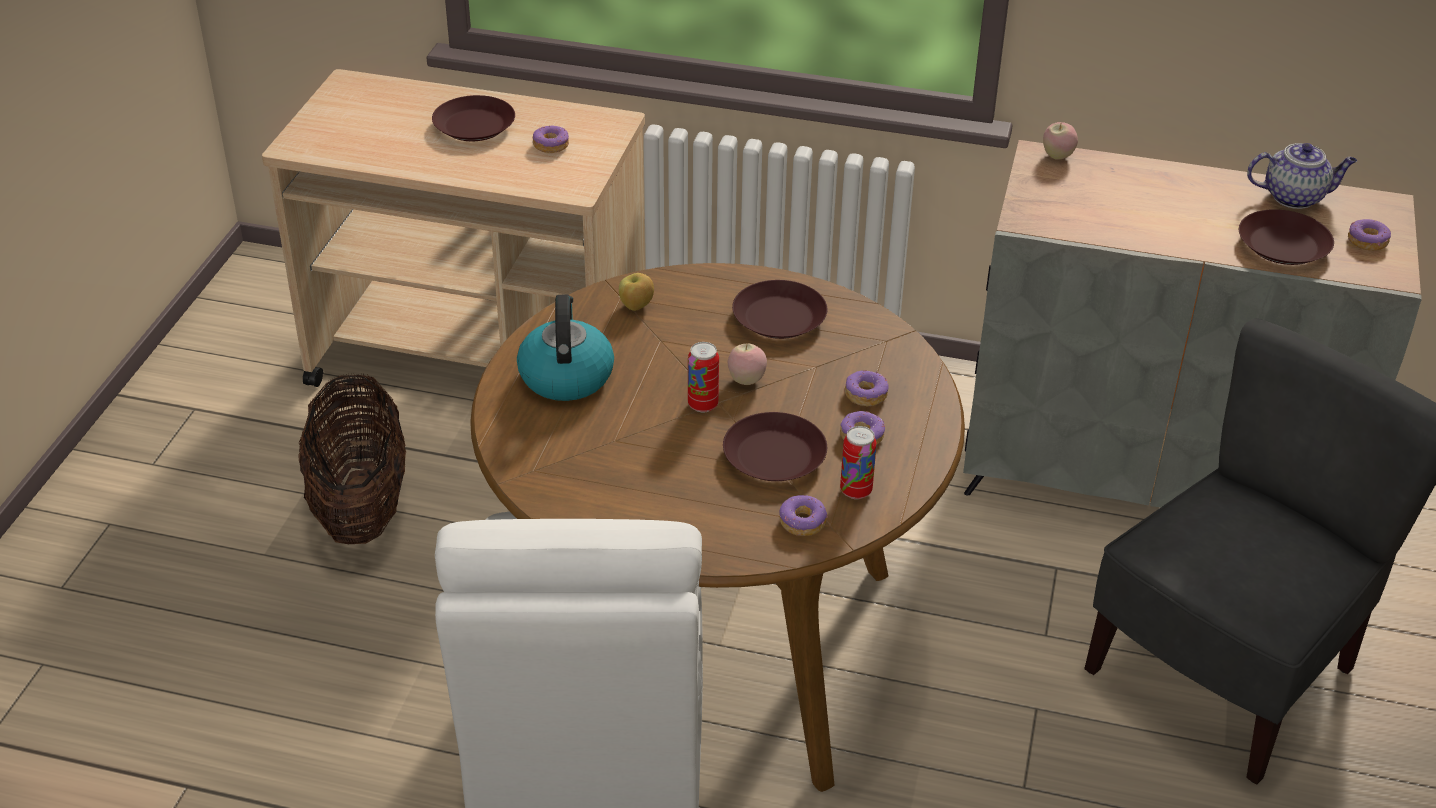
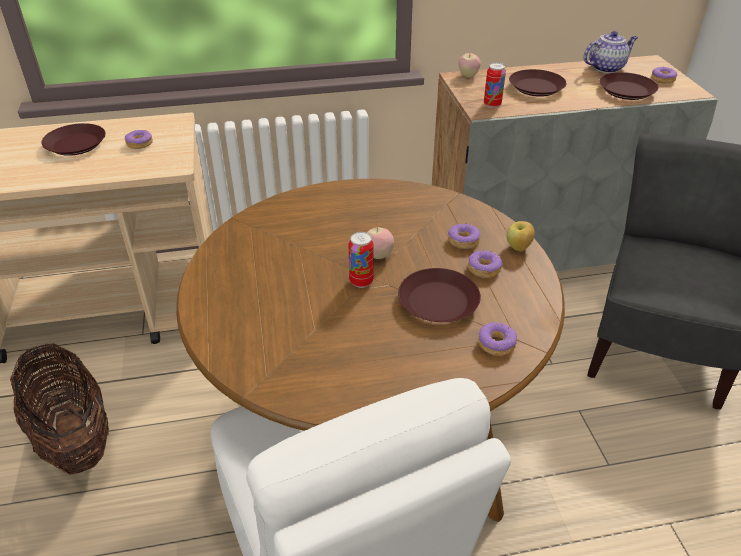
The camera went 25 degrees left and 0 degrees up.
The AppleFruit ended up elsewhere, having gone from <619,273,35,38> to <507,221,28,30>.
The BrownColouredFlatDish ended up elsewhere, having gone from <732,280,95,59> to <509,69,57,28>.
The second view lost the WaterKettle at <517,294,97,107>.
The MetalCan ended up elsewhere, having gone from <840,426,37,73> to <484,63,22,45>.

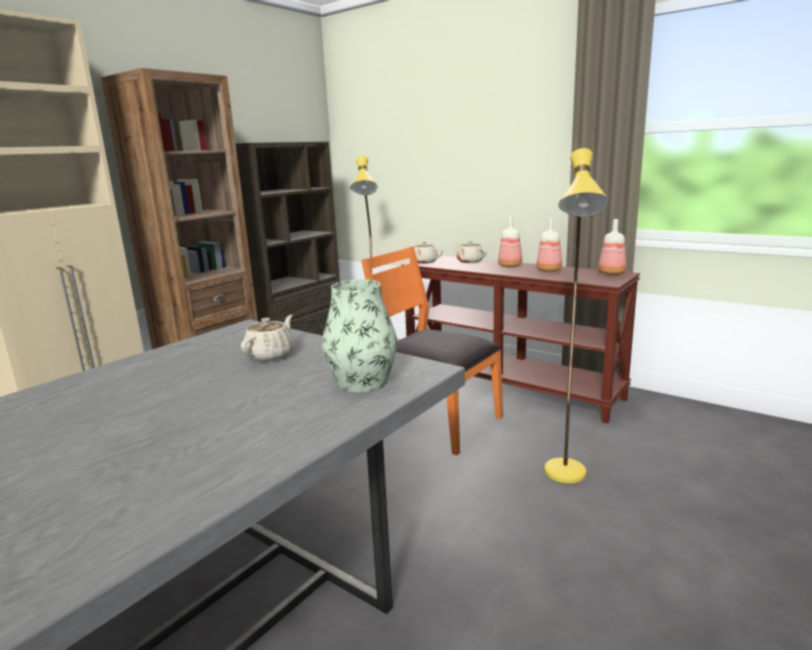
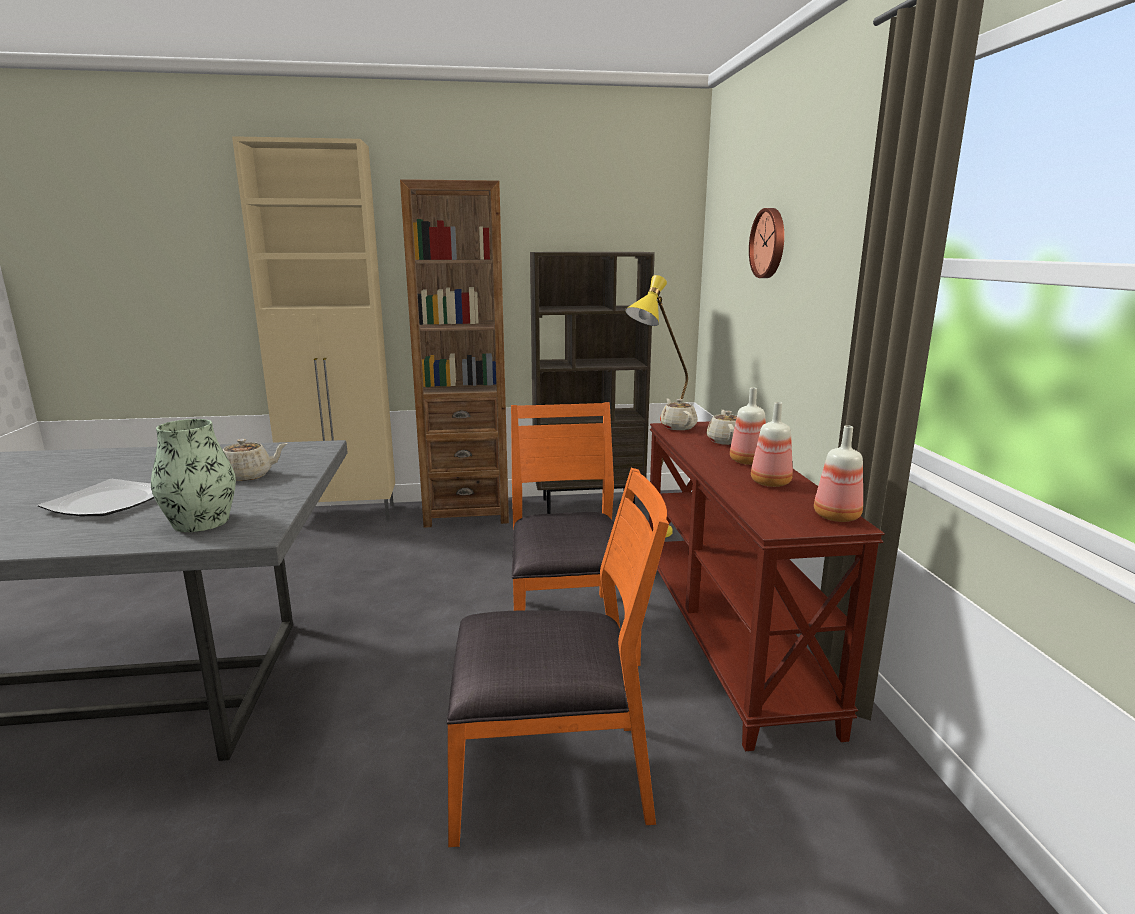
The camera went 45 degrees right and 0 degrees up.
Where the YellowColouredStandingLamp stood at <544,148,65,335>, the OrangeyUprightChair came to stand at <447,468,222,379>.
The second view gained the WallClock at <749,208,35,70>.
The second view gained the FlatDish at <38,479,116,37>.

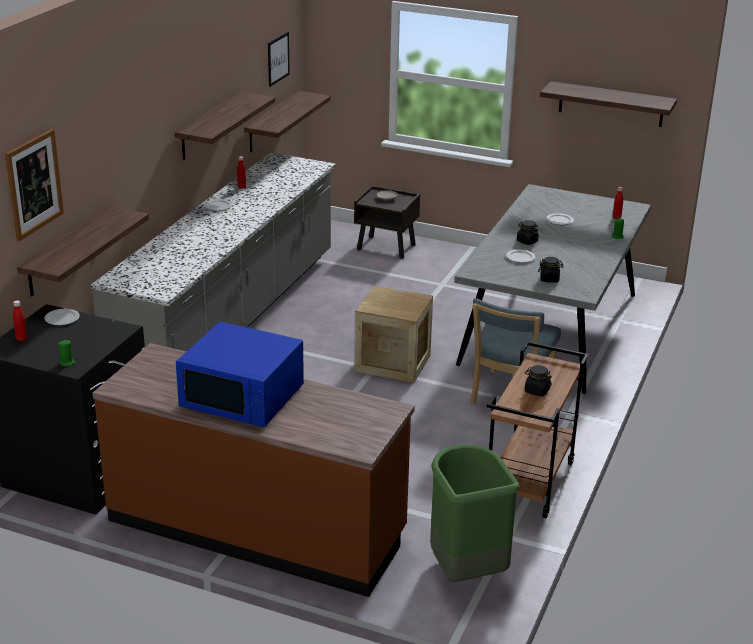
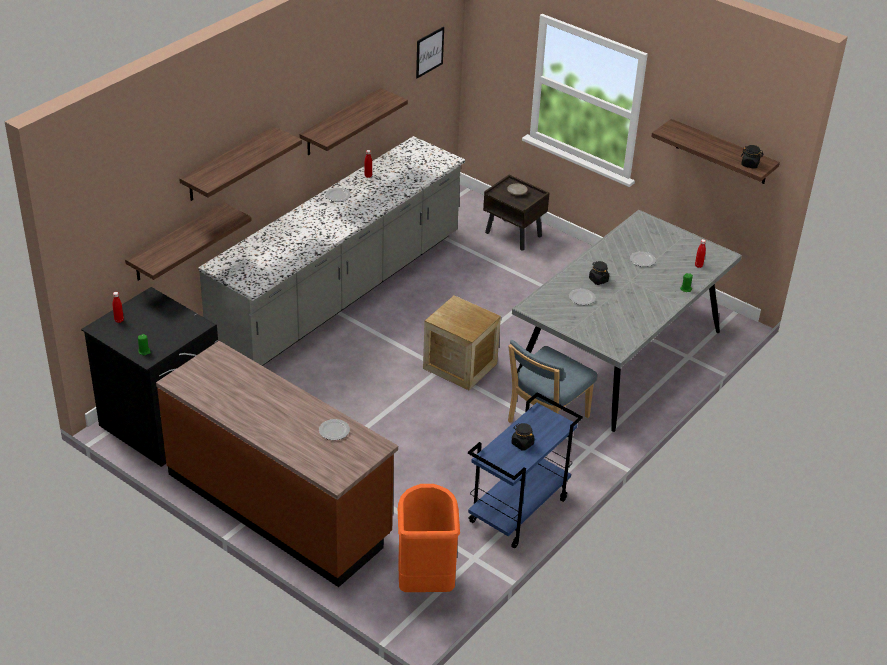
The camera went 15 degrees right and 10 degrees up.
The Shelf ended up elsewhere, having gone from <244,91,87,61> to <179,126,123,75>.
The second view lost the WallArt at <5,129,59,112>.
The BlackPreserveJar ended up elsewhere, having gone from <538,257,25,26> to <741,145,23,24>.
The FlatDish ended up elsewhere, having gone from <44,309,36,16> to <319,419,31,21>.
The second view lost the BlueColouredMicrowaveOven at <176,321,128,106>.
What was the BrownColouredWheeledCart at <487,341,101,177> turned into the BlueColouredWheeledCart at <468,393,115,155>.
What was the GreenishWasteBin at <430,444,90,138> turned into the OrangeyWasteBin at <398,484,62,108>.

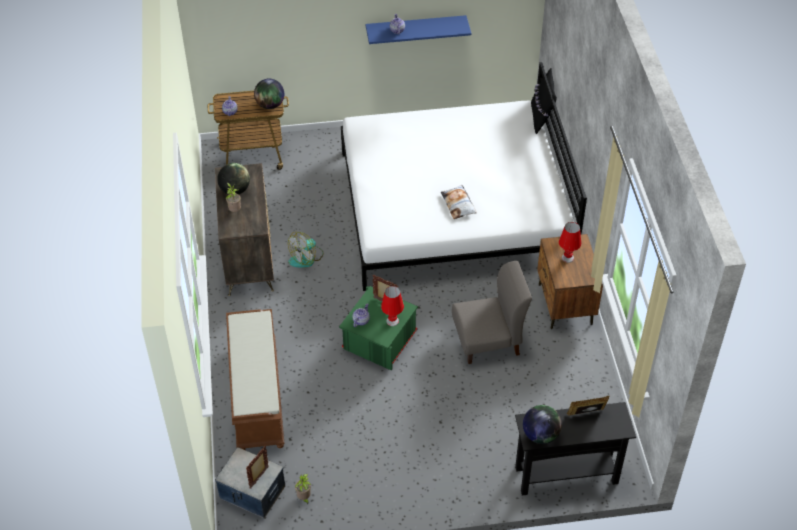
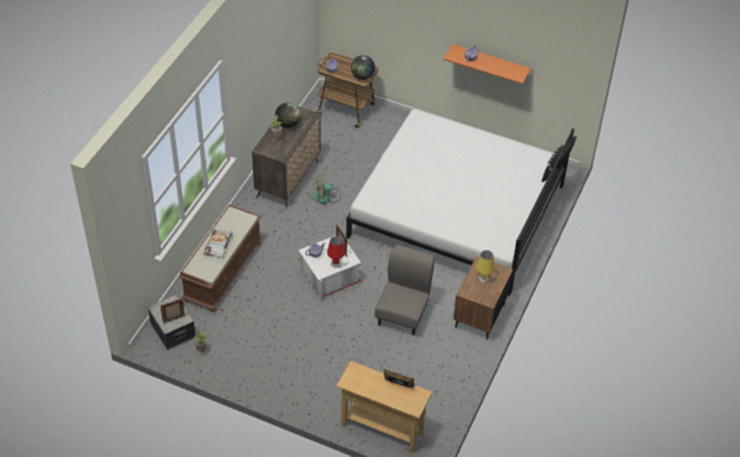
The camera went 30 degrees right and 0 degrees up.
What was the BlueColouredShelf at <366,15,105,29> turned into the OrangeyShelf at <443,44,88,40>.
The ThrowPillow ended up elsewhere, having gone from <441,185,36,34> to <203,229,29,29>.
What was the ReddishTableLamp at <559,222,22,41> turned into the YellowColouredTableLamp at <476,250,19,33>.
The GreyUprightChair at <452,261,80,103> ended up facing another way, 90 degrees counterclockwise from before.
What was the GreenishStorageBox at <339,286,79,84> turned into the WhiteColouredStorageBox at <298,235,63,64>.
What was the BlackConsoleTable at <515,402,121,94> turned into the BeigeColouredConsoleTable at <336,361,96,92>.
The second view lost the DeskGlobe at <523,405,39,39>.

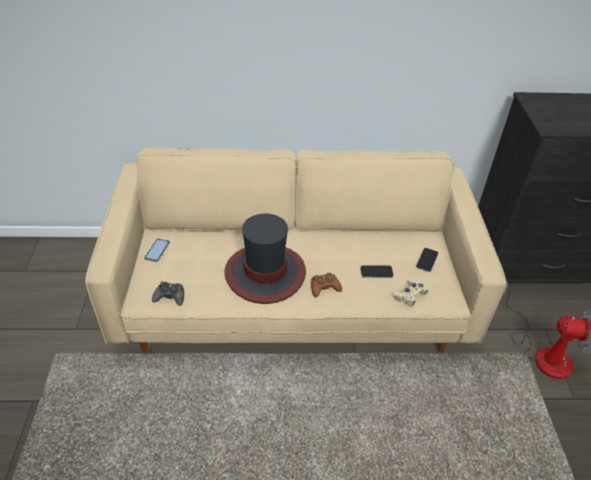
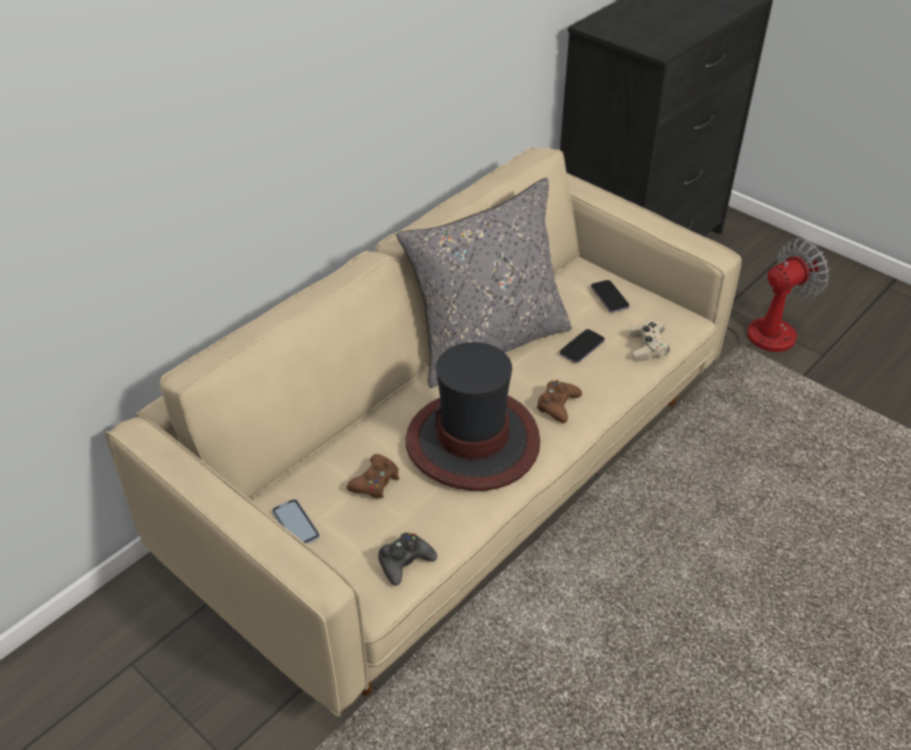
The camera went 45 degrees left and 0 degrees up.
The second view gained the GreyThrowPillow at <396,177,176,211>.
The second view gained the BrownColouredJoypad at <347,454,52,45>.

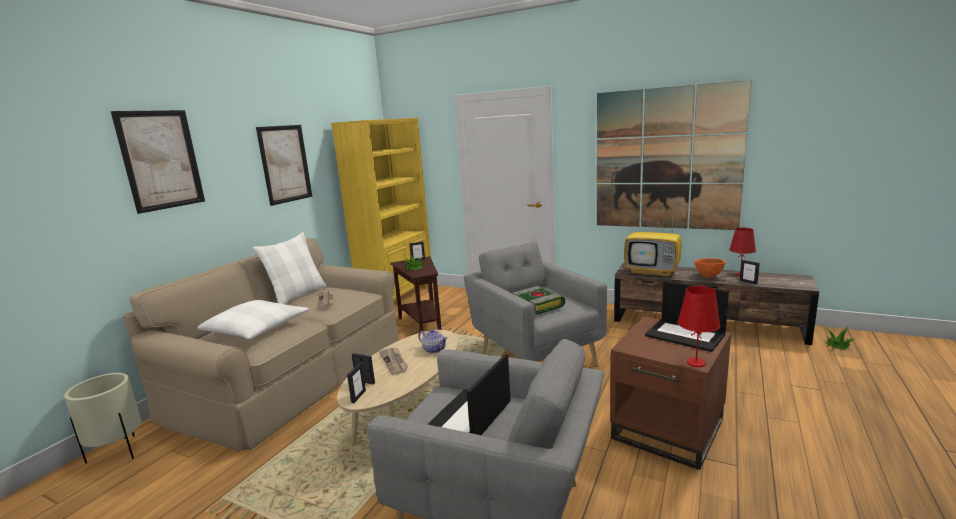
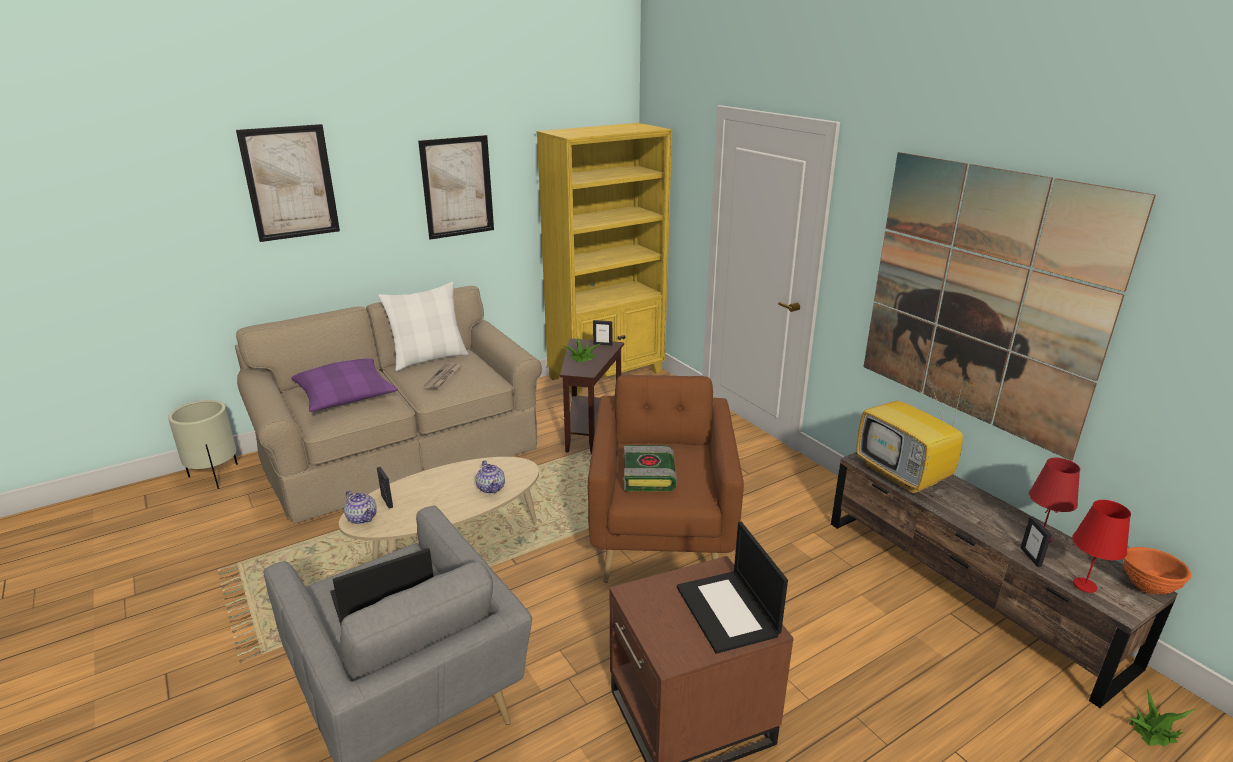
The camera went 30 degrees right and 10 degrees up.
What was the GreyLoungeChair at <464,242,143,125> turned into the BrownColouredLoungeChair at <588,375,156,208>.
The OrangeyBowl ended up elsewhere, having gone from <694,258,32,19> to <1123,547,68,47>.
The ReddishTableLamp ended up elsewhere, having gone from <677,286,44,81> to <1072,500,59,93>.
What was the WhiteColouredThrowPillow at <197,300,112,40> turned into the PurplishThrowPillow at <291,358,107,54>.
The second view lost the Newspaper at <379,347,29,28>.
Where the StandingFrame stood at <347,363,19,40>, the TeaPot came to stand at <344,490,33,34>.

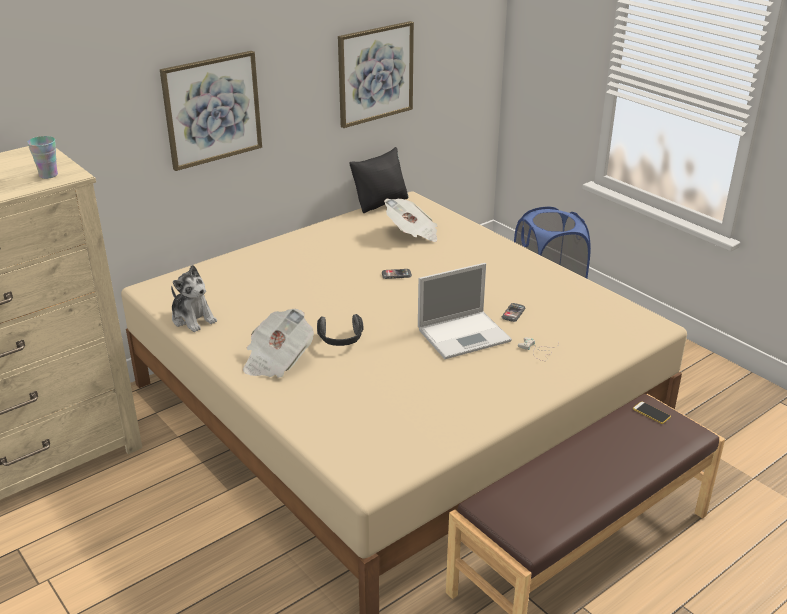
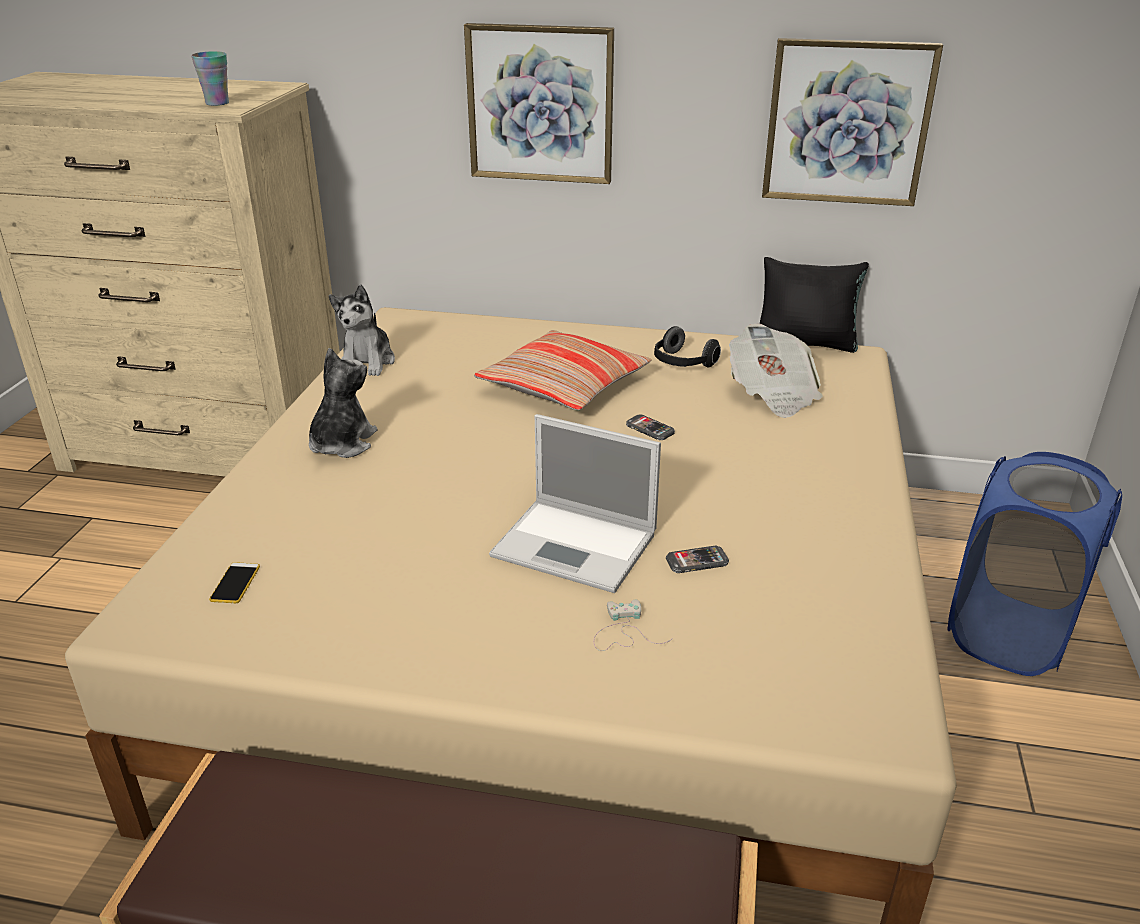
The camera went 50 degrees right and 0 degrees up.
Where the Newspaper stood at <243,309,71,69>, the CuddlyToy came to stand at <309,348,68,110>.
The Headphones ended up elsewhere, having gone from <317,314,46,32> to <654,326,67,41>.
The Phone ended up elsewhere, having gone from <633,401,38,23> to <209,562,51,41>.
The second view gained the ThrowPillow at <474,330,178,80>.

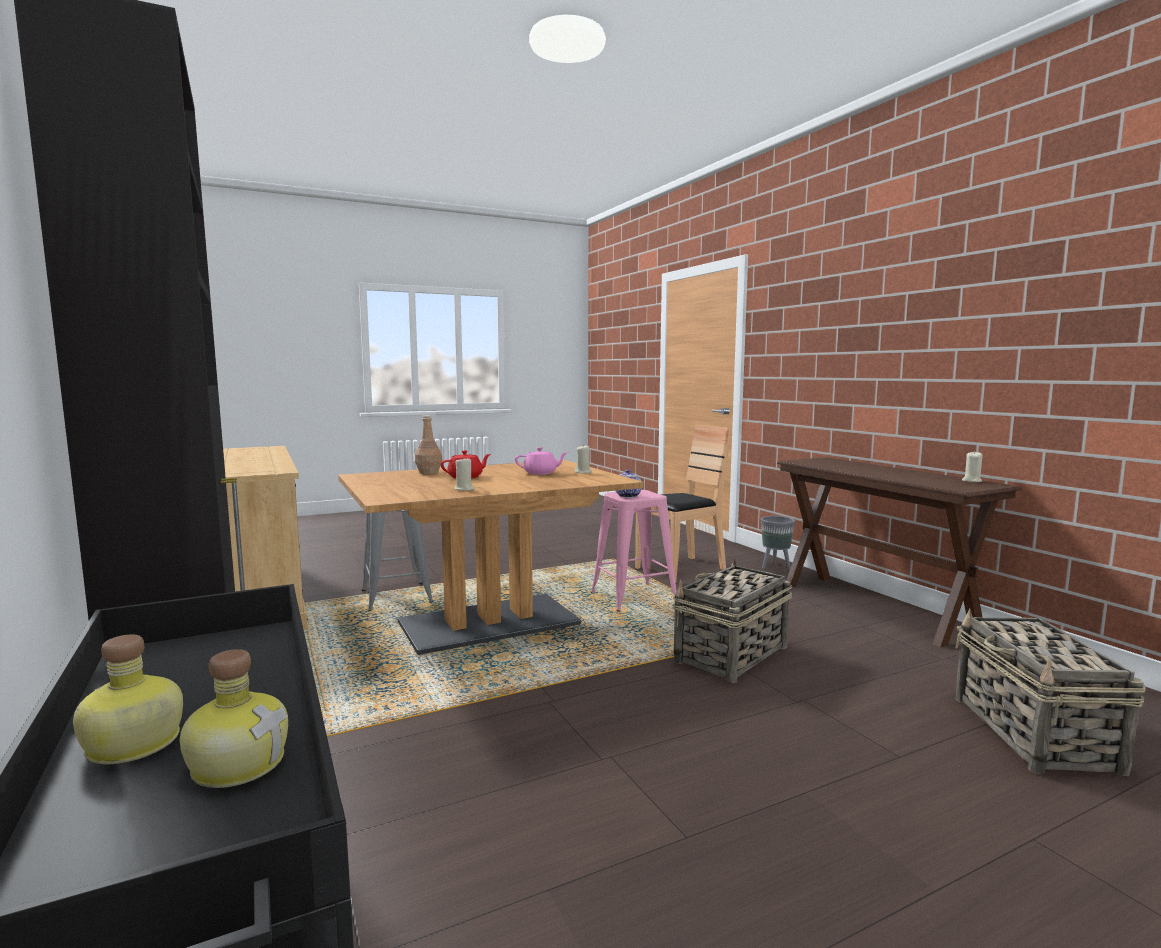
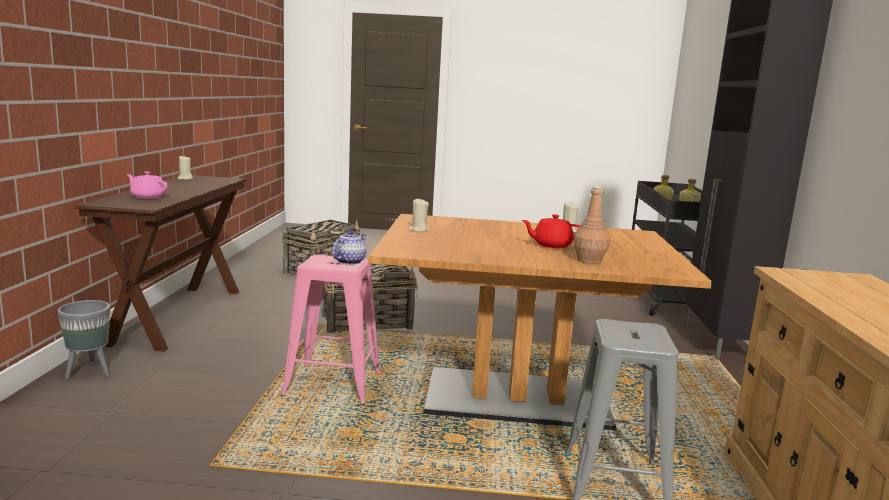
The camera went 150 degrees left and 5 degrees up.
The second view lost the BrownColouredUprightChair at <635,425,96,158>.
The PinkColouredTeaPot ended up elsewhere, having gone from <515,447,53,28> to <127,171,41,28>.

